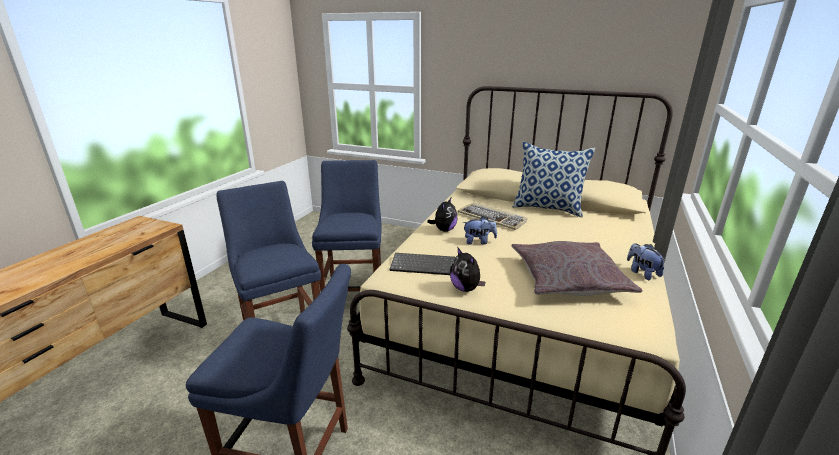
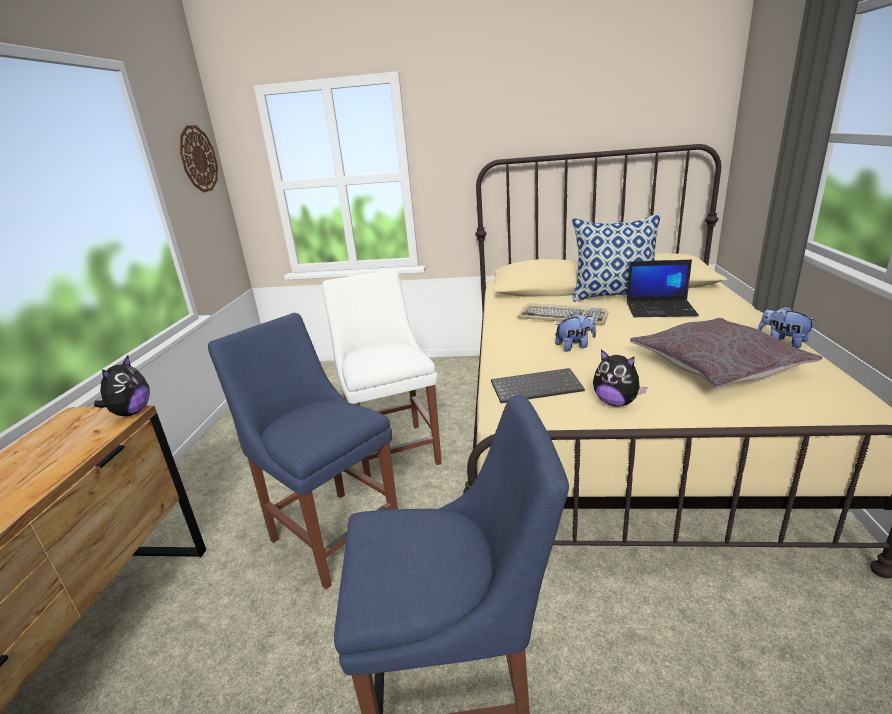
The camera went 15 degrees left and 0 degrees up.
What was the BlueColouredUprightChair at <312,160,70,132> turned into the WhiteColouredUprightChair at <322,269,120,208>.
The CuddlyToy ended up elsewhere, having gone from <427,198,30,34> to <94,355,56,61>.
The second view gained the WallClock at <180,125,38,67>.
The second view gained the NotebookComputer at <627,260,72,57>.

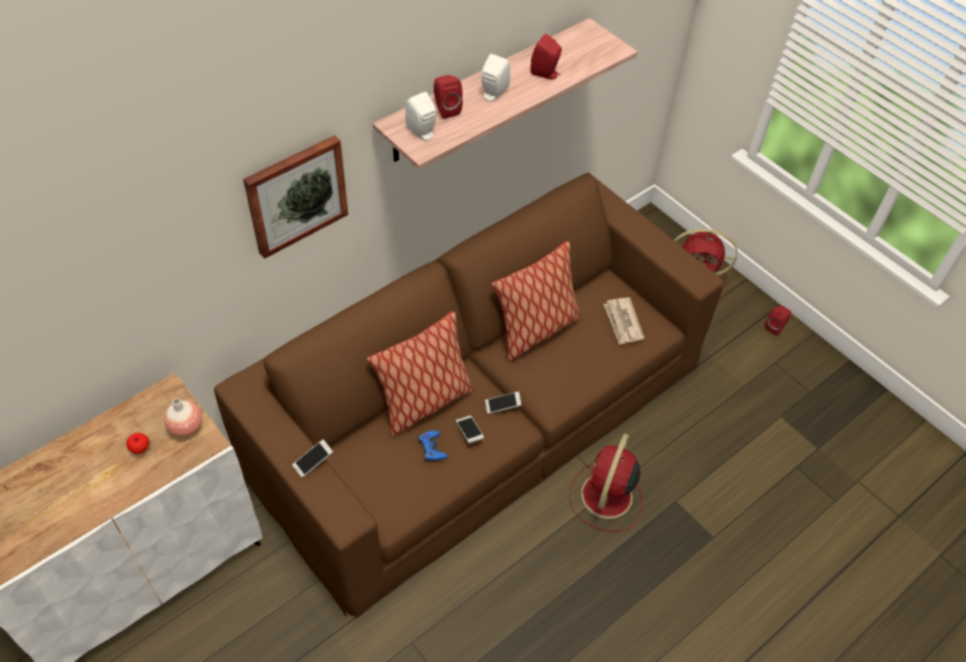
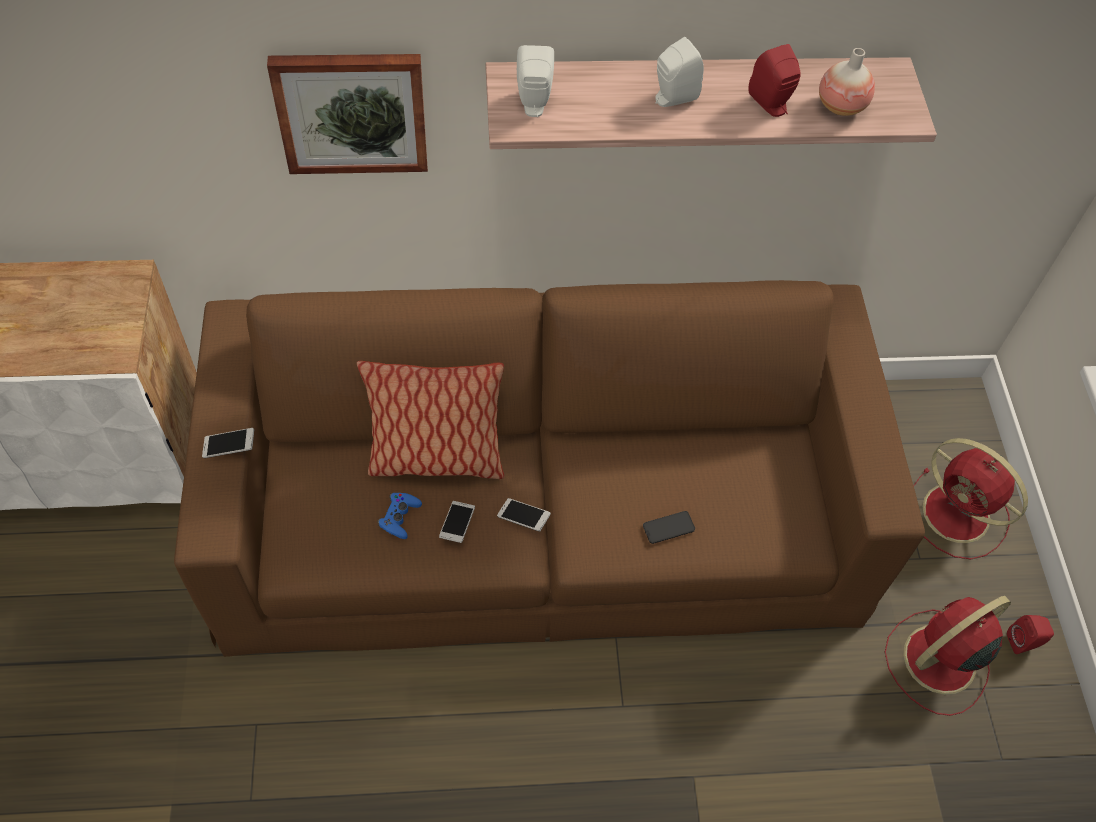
The camera went 35 degrees right and 5 degrees up.
The second view lost the ReddishLoudspeaker at <434,75,29,44>.
The second view lost the ThrowPillow at <492,241,89,120>.
The second view lost the Newspaper at <603,297,41,48>.
The FlowerVase ended up elsewhere, having gone from <164,398,38,39> to <819,48,56,68>.
The second view lost the AppleFruit at <126,433,23,21>.
The ReddishCoolingFan ended up elsewhere, having gone from <570,433,73,99> to <885,596,126,120>.
The second view gained the Phone at <643,511,52,33>.

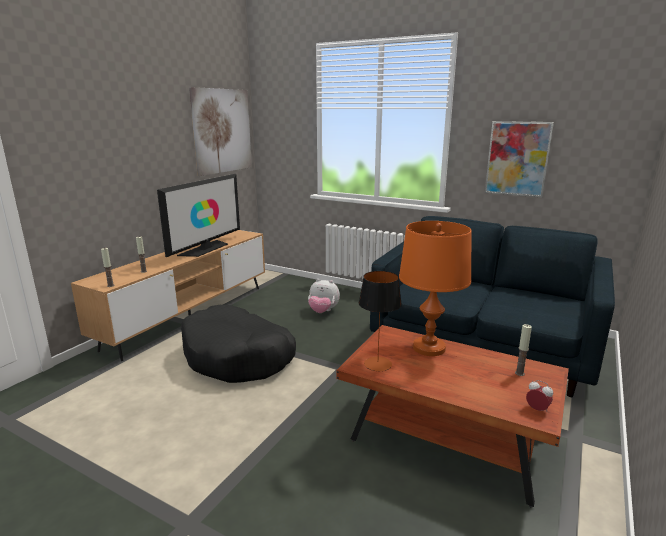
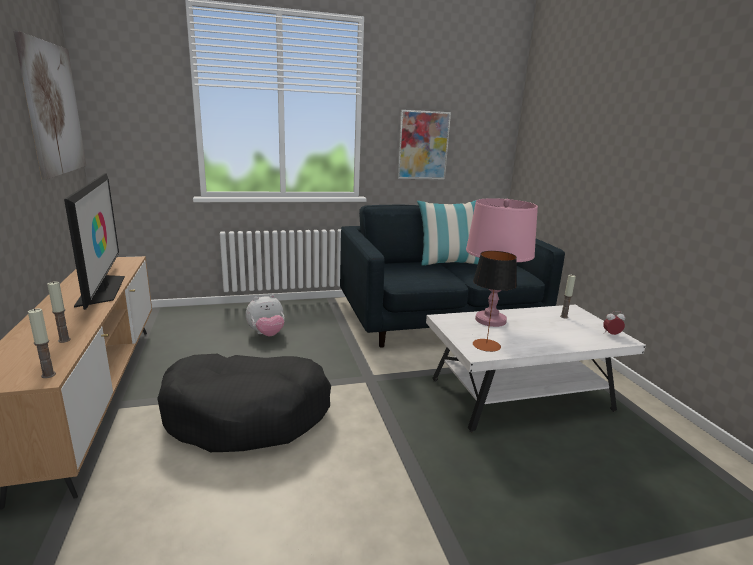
The camera went 45 degrees left and 0 degrees up.
What was the OrangeyTableLamp at <399,221,73,135> turned into the PinkColouredTableLamp at <466,198,72,129>.
What was the BrownColouredLowTable at <337,325,232,183> turned into the WhiteColouredLowTable at <426,305,220,127>.
The second view gained the ThrowPillow at <417,200,62,66>.

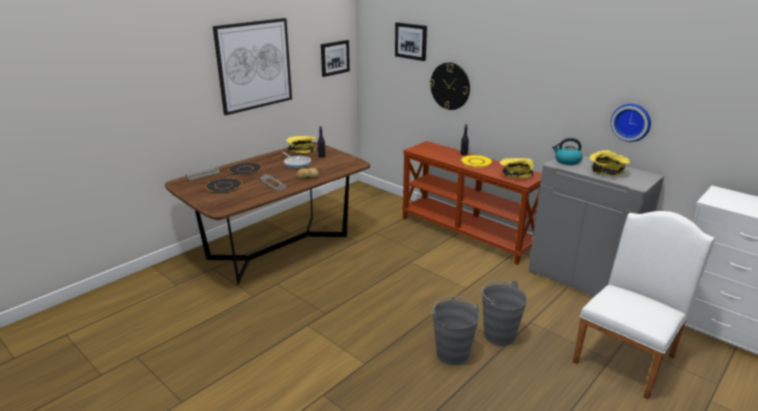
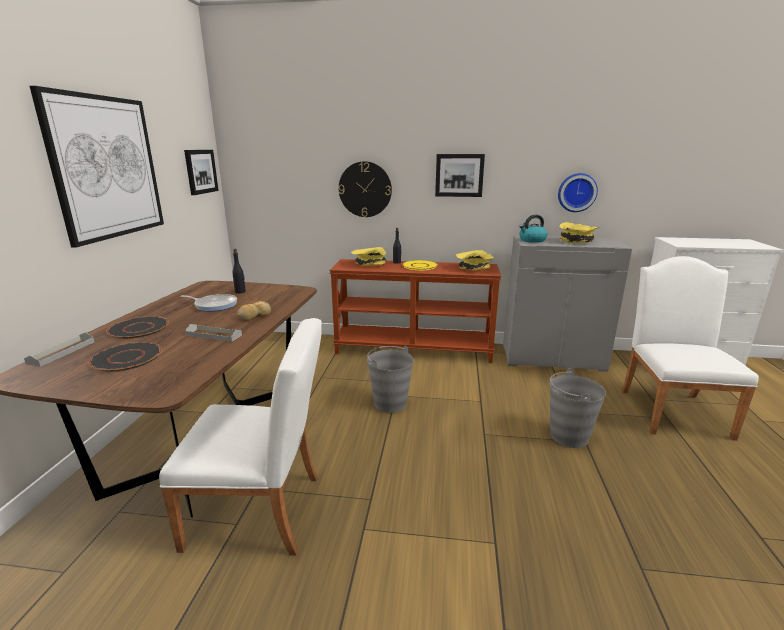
The camera went 35 degrees left and 5 degrees down.
The WallArt ended up elsewhere, having gone from <395,22,32,39> to <435,154,50,43>.
The YellowColouredBowl ended up elsewhere, having gone from <286,136,30,17> to <351,247,36,19>.
The GreyWaterBucket ended up elsewhere, having gone from <431,296,49,69> to <367,346,46,67>.
The second view gained the WhiteColouredUprightChair at <159,318,163,237>.

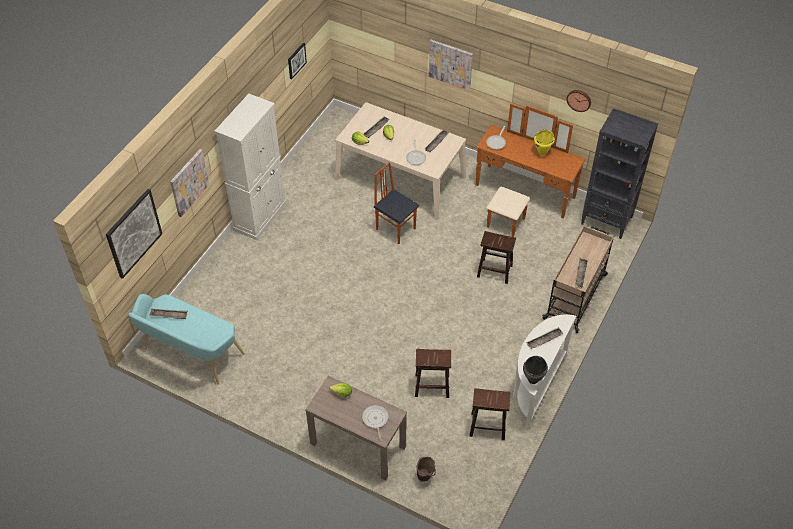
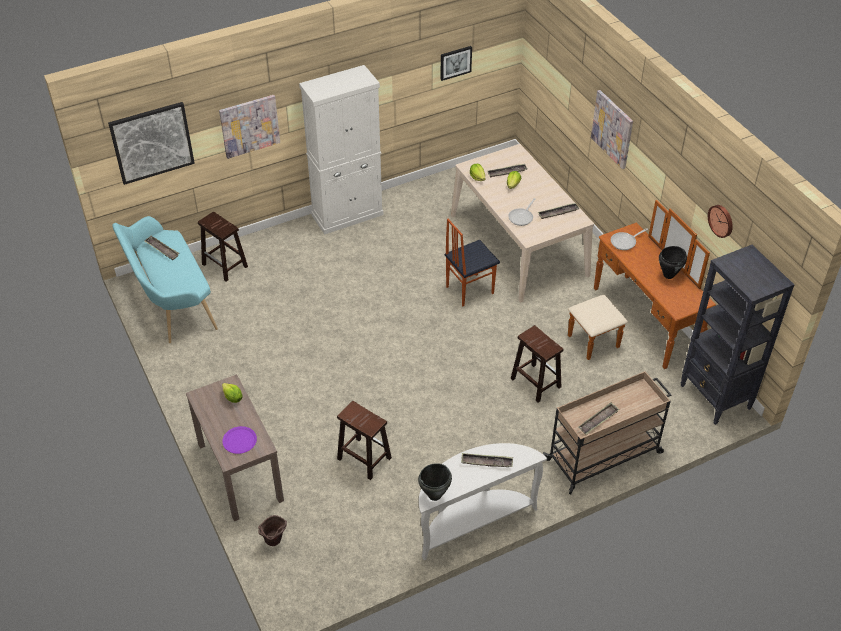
The camera went 35 degrees right and 5 degrees down.
What was the YellowColouredSaucepot at <534,130,21,25> turned into the BlackSaucepot at <659,246,28,33>.
The UprightChair at <374,162,45,82> ended up facing another way, 105 degrees counterclockwise from before.
The BrownColouredSittingStool ended up elsewhere, having gone from <469,388,41,52> to <198,212,50,70>.
Where the FryingPan stood at <362,405,27,36>, the PurplishFlatDish came to stand at <222,426,35,28>.

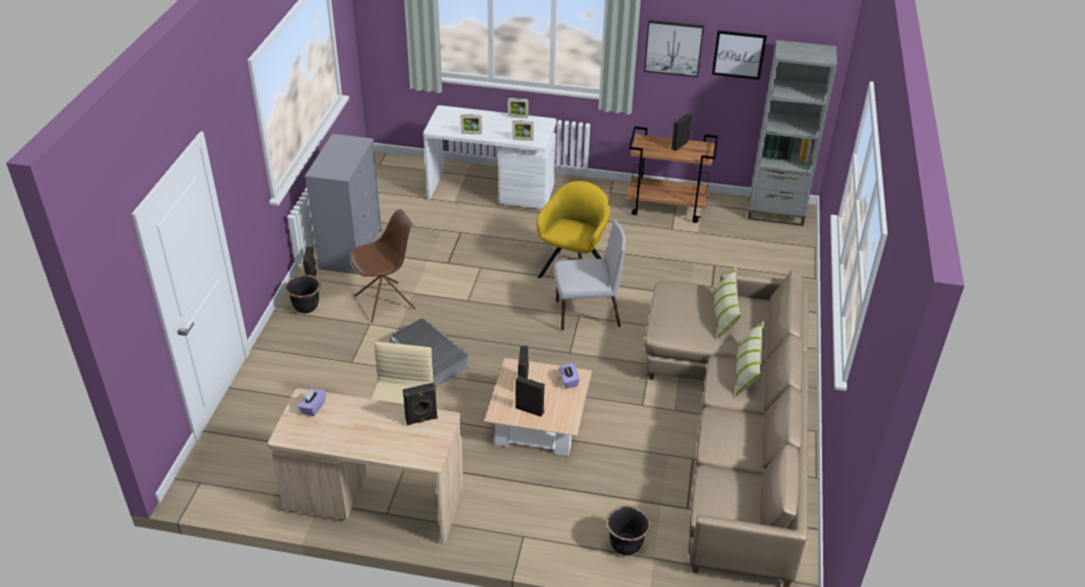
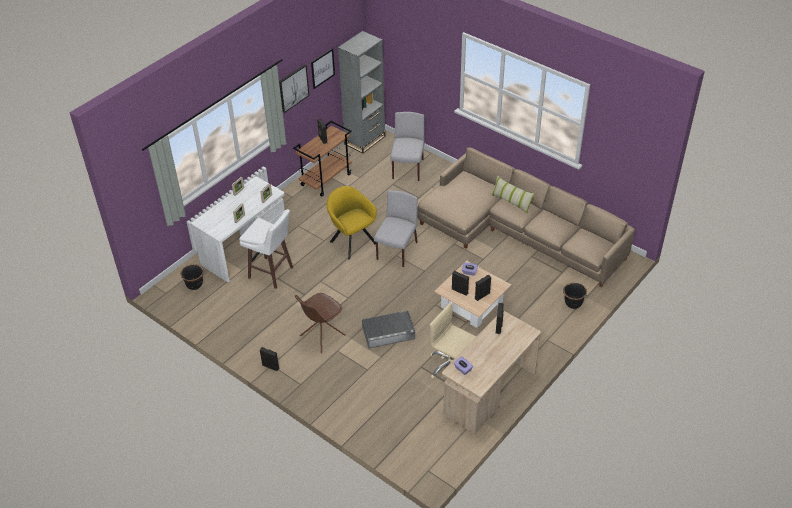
The camera went 60 degrees left and 5 degrees up.
The second view lost the GreyDrawerChest at <305,134,77,141>.
The BrownColouredUprightChair at <349,209,67,114> ended up facing another way, 135 degrees counterclockwise from before.
The second view lost the ThrowPillow at <714,267,28,71>.
The BlackPlanter ended up elsewhere, having gone from <285,275,36,38> to <180,264,24,26>.
The second view gained the GreyUprightChair at <390,112,34,69>.
The second view gained the WhiteColouredSittingStool at <239,209,54,80>.

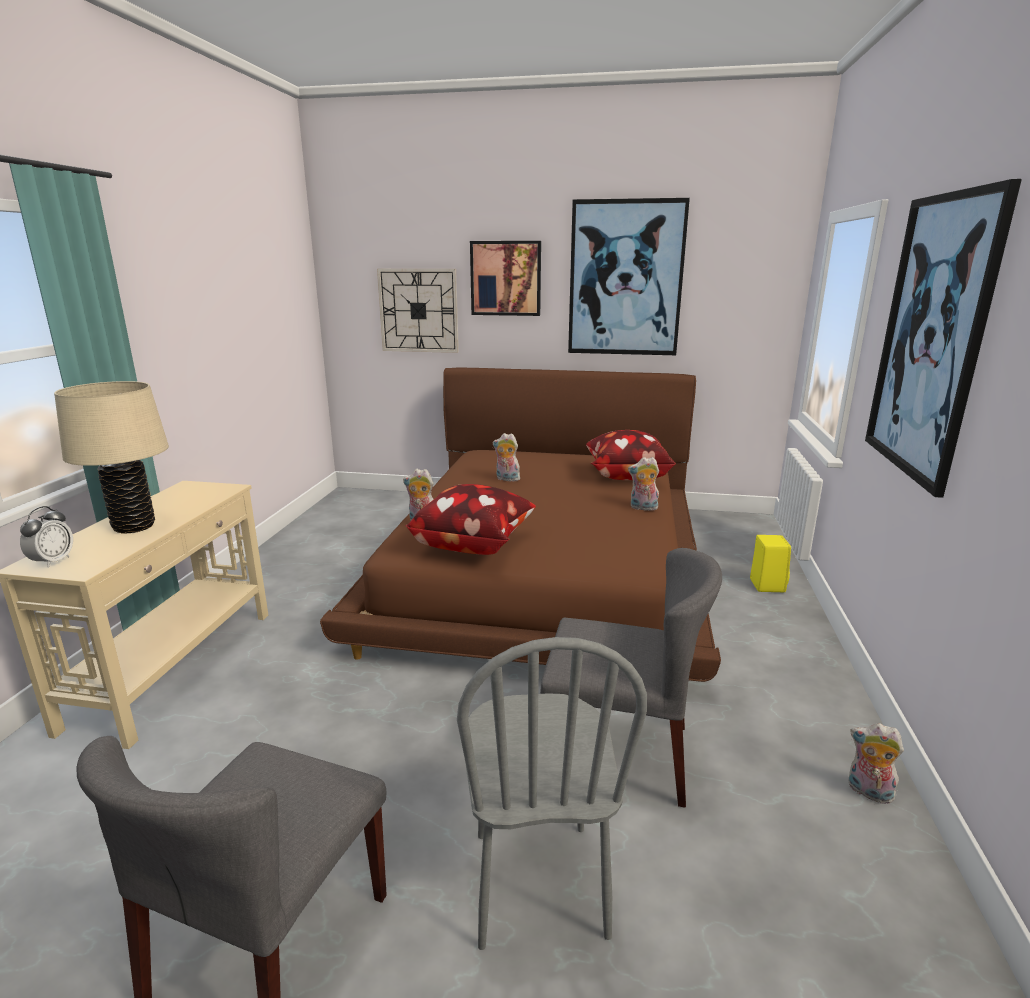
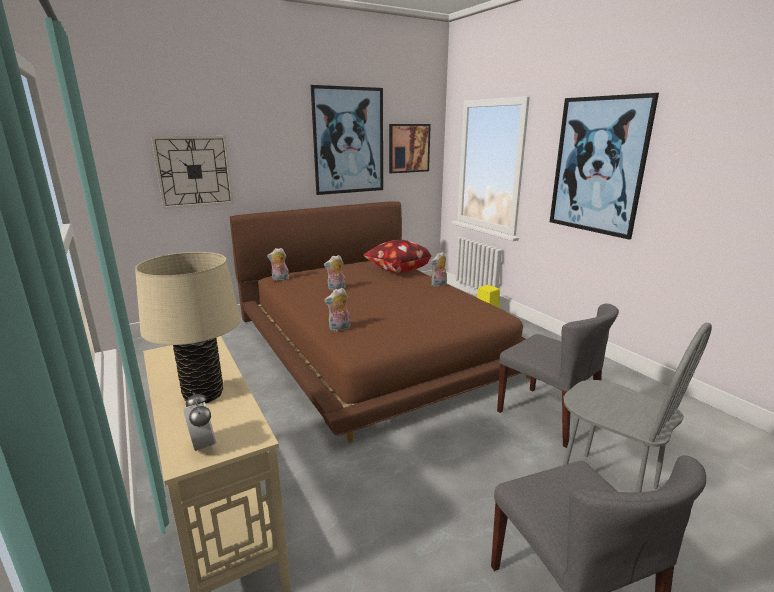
The camera went 40 degrees left and 0 degrees up.
The WallArt ended up elsewhere, having gone from <470,241,71,75> to <389,124,42,49>.
The second view lost the ThrowPillow at <405,484,131,71>.
The GreyUprightChair at <540,548,182,260> ended up facing another way, 75 degrees clockwise from before.
The CuddlyToy ended up elsewhere, having gone from <848,723,56,81> to <267,248,22,33>.

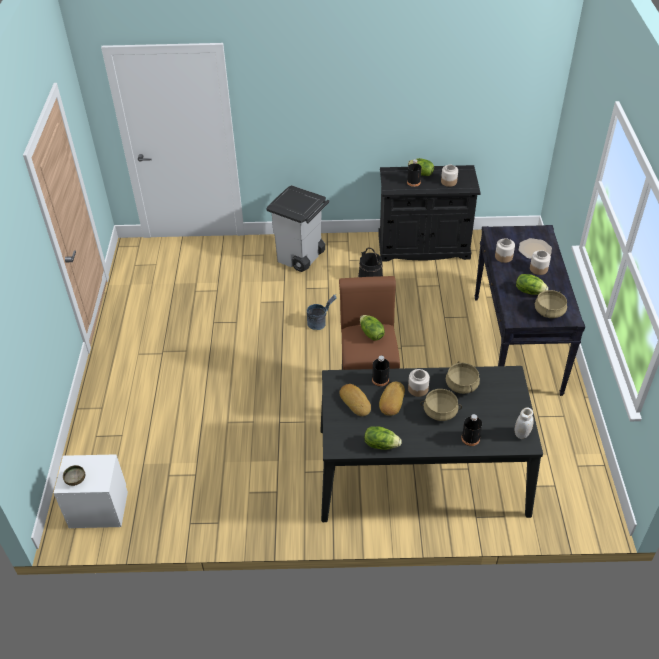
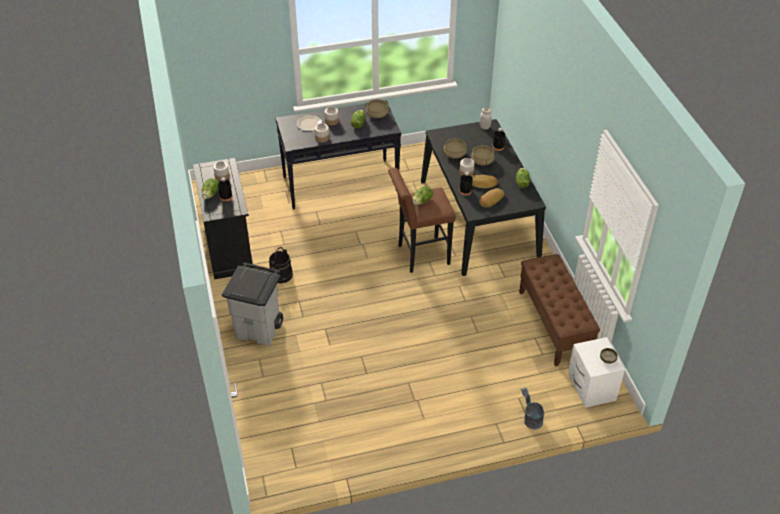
The camera went 105 degrees left and 0 degrees up.
The GreyWaterBucket ended up elsewhere, having gone from <307,294,30,36> to <521,387,23,42>.
The second view gained the BrownColouredIndoorBench at <519,254,81,112>.

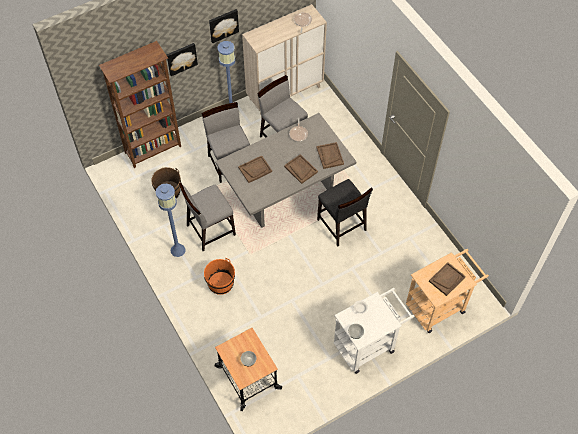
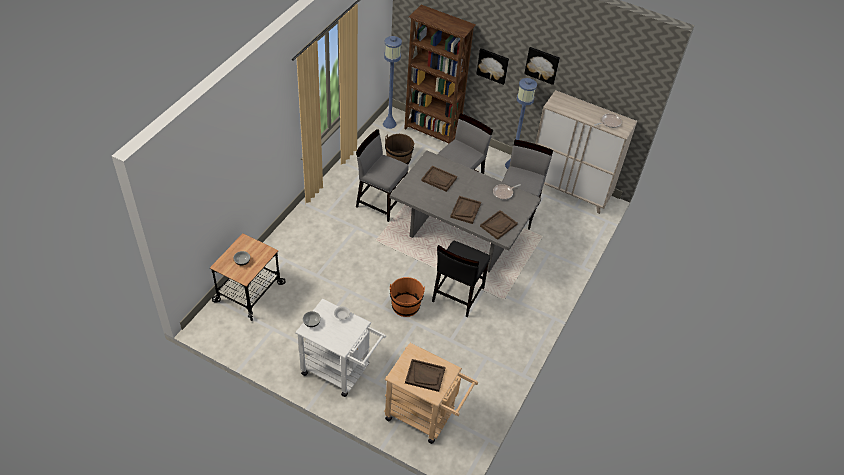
The camera went 55 degrees right and 10 degrees down.
The BlueColouredStandingLamp ended up elsewhere, having gone from <156,184,29,73> to <383,36,19,93>.
The OrangeyWaterBucket ended up elsewhere, having gone from <204,258,31,37> to <390,277,35,40>.

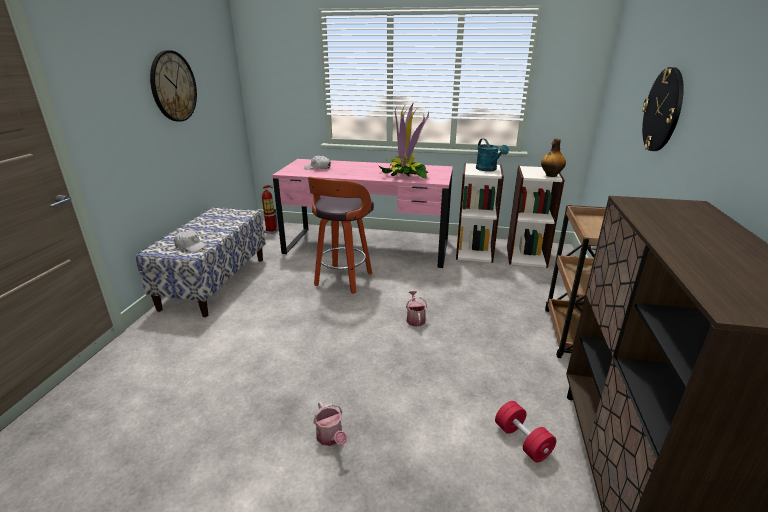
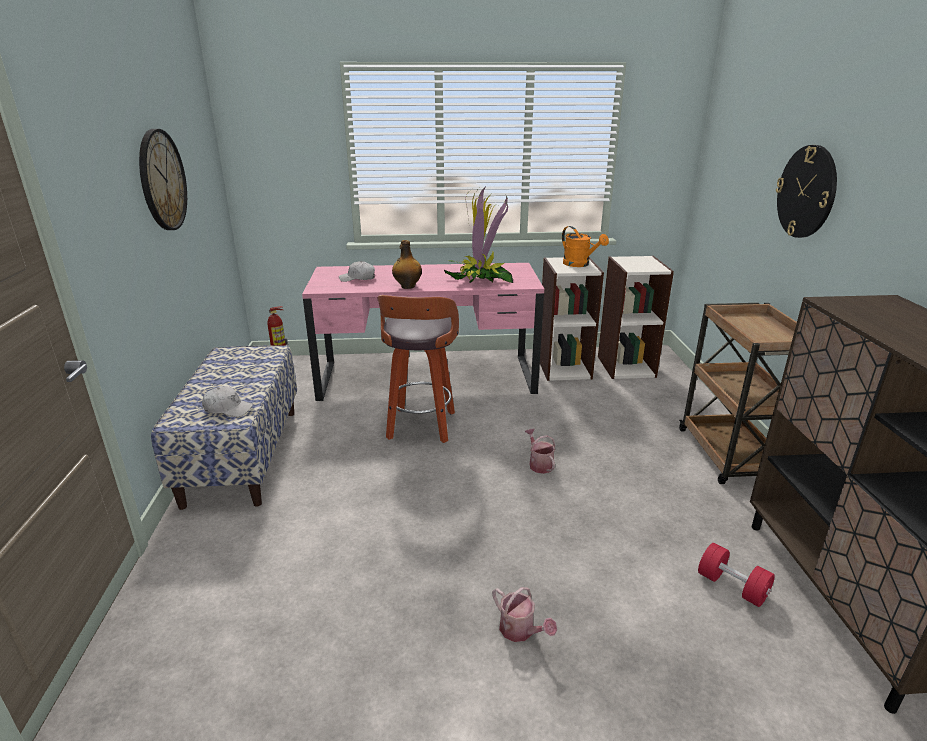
The camera went 15 degrees left and 0 degrees up.
What was the BlueGreenWateringCan at <476,138,33,33> turned into the OrangeyWateringCan at <562,226,47,41>.
The DrinkBottle ended up elsewhere, having gone from <541,139,25,38> to <392,240,30,49>.

